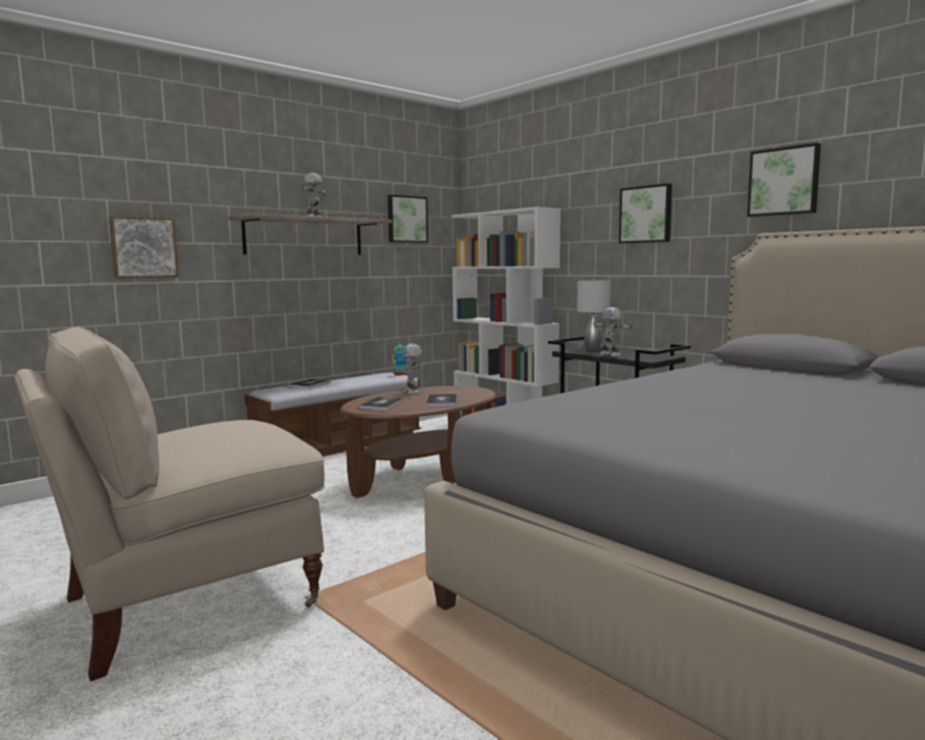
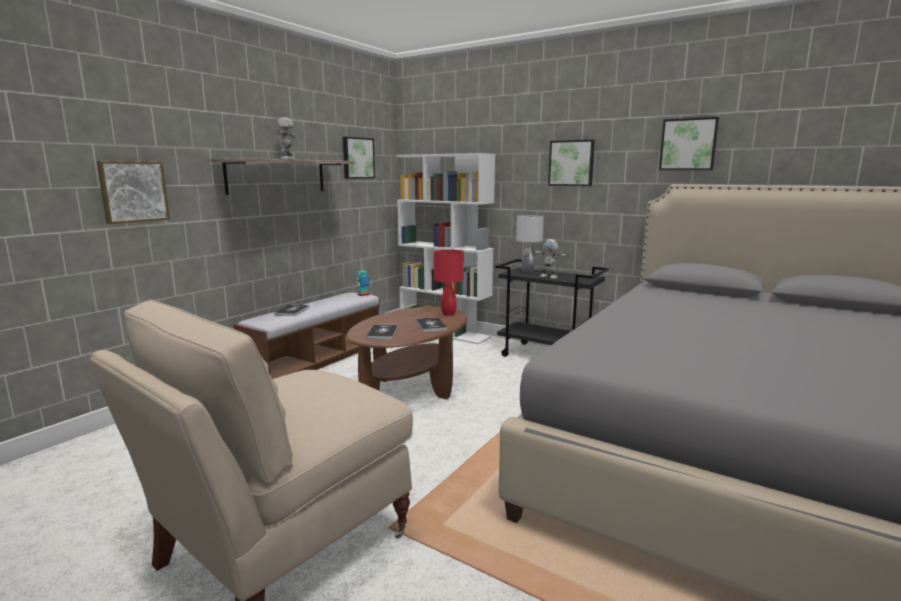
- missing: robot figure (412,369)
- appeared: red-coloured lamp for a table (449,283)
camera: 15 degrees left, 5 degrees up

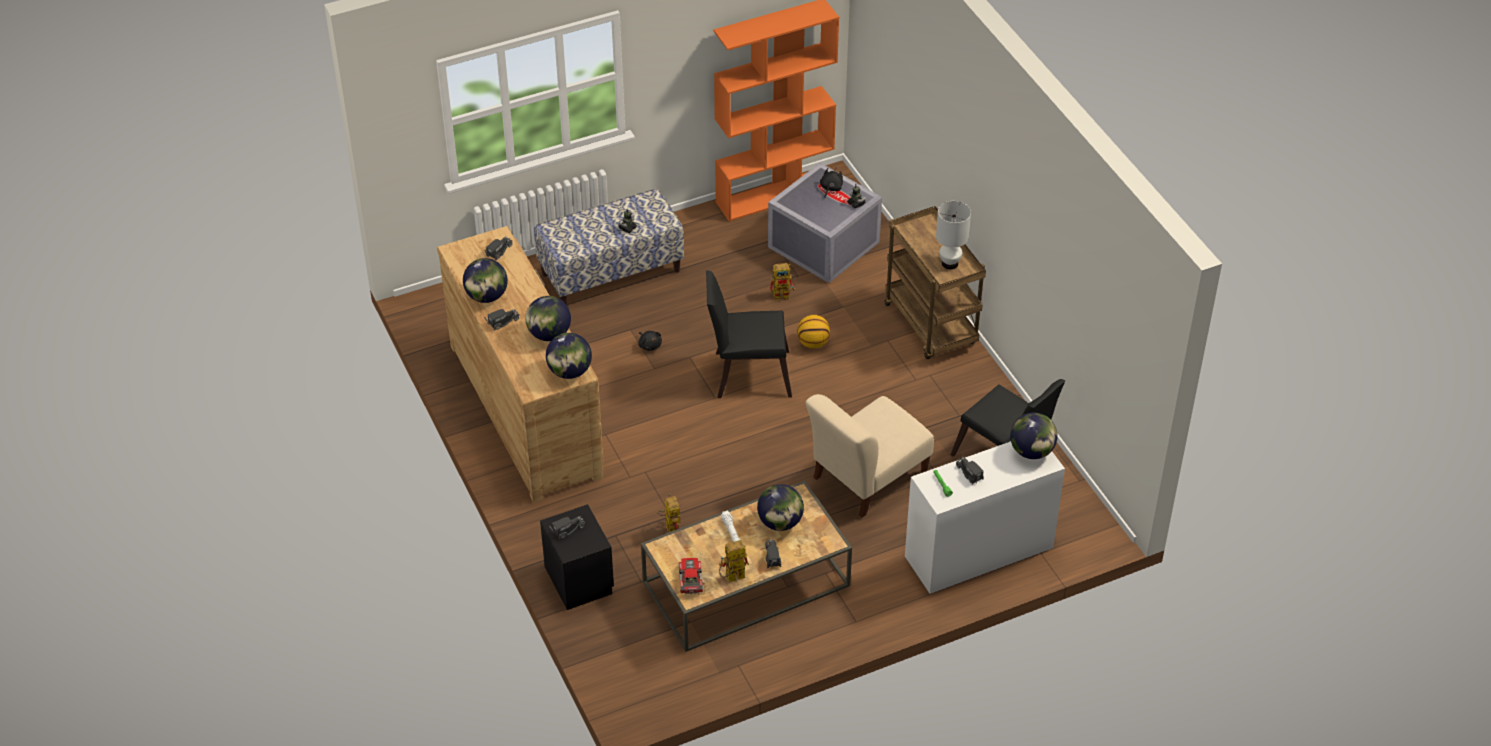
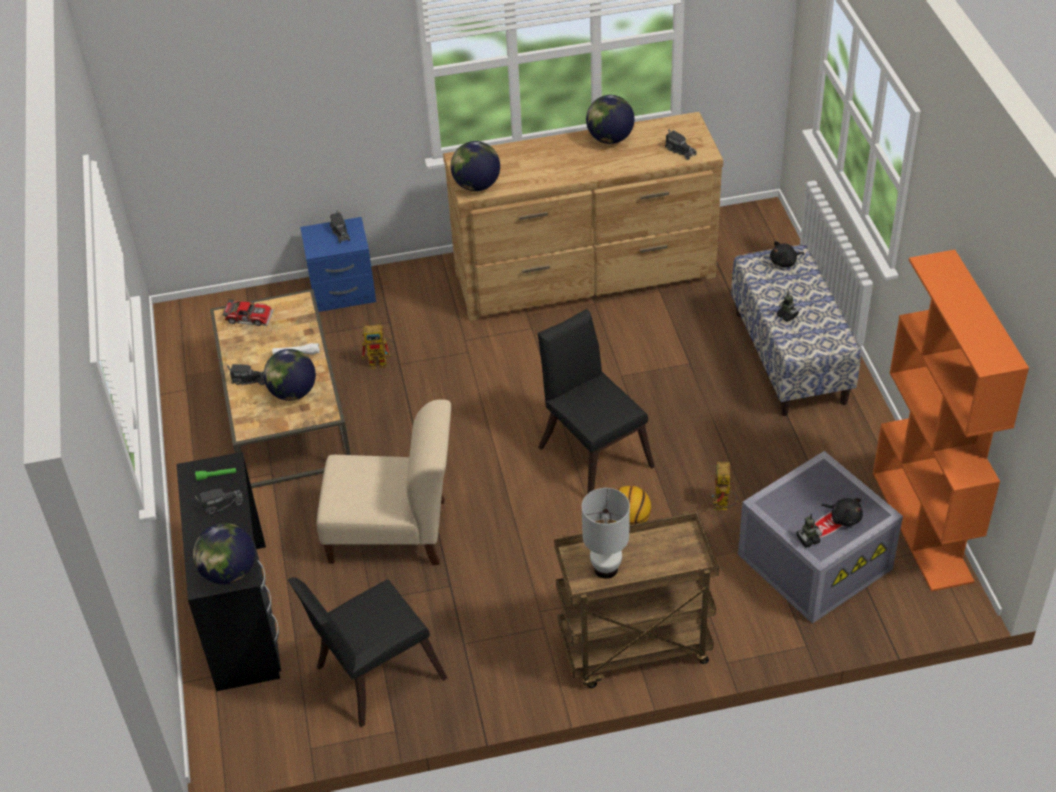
- spun: blackish upright chair (749,334) = (596,401) 45 degrees counterclockwise
- missing: world globe (548,318)
- missing: toy lorry (501,319)
- relocated: blackish plush toy (650,341) to (787,254)
- spun: beige upright chair (870,456) = (384,482) 120 degrees clockwise
- colour: whitish desk table (985,517) to blackish desk table (228,571)
- colour: blackish bedside table (577,557) to blue-coloured bedside table (338,264)
- missing: robot figure (734,561)
camera: 105 degrees right, 0 degrees up

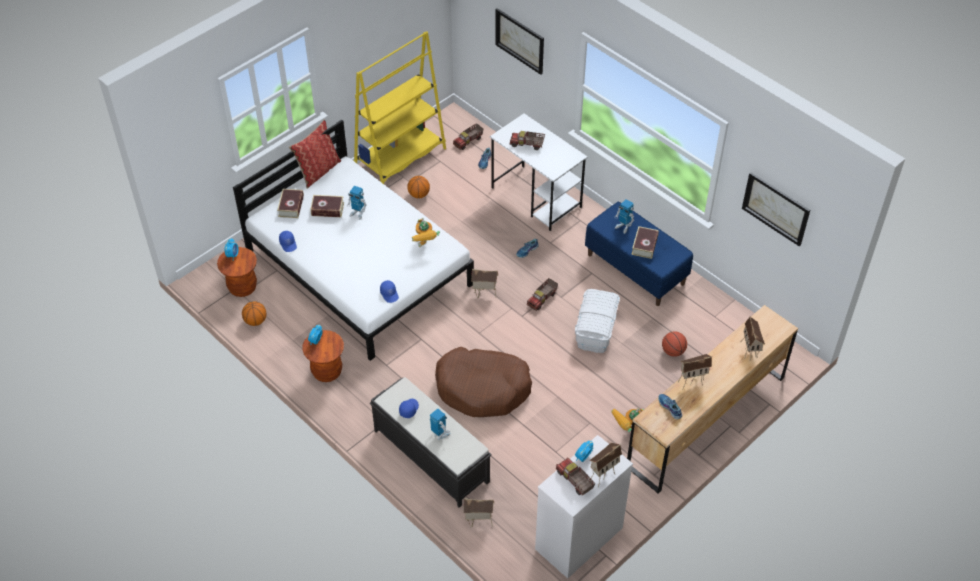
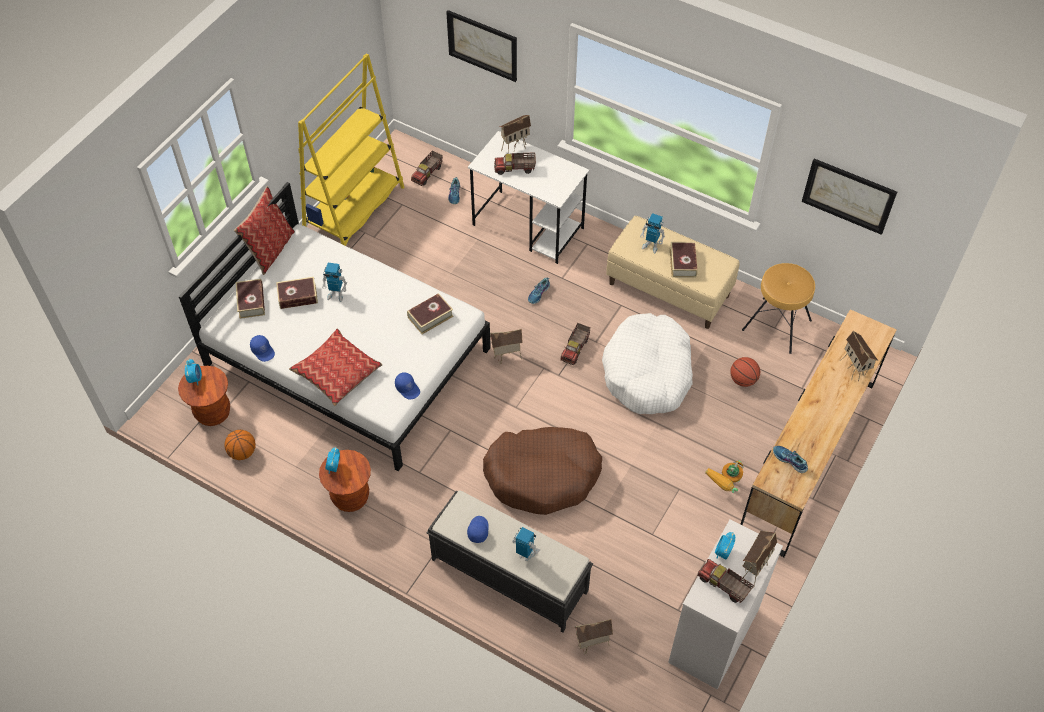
- missing: basketball (418,187)
- colour: blue-coloured long seat (639,254) to beige long seat (673,272)
- exchanged: robot figure (426,232) to book (430,313)
- exchanged: whitish storage bin (597,321) to whitish dog cushion (647,363)
- relocated: toy house (695,371) to (515,133)
- appeared: brown-coloured sitting stool (778,308)
- appeared: cushion (335,367)
camera: 15 degrees left, 5 degrees up

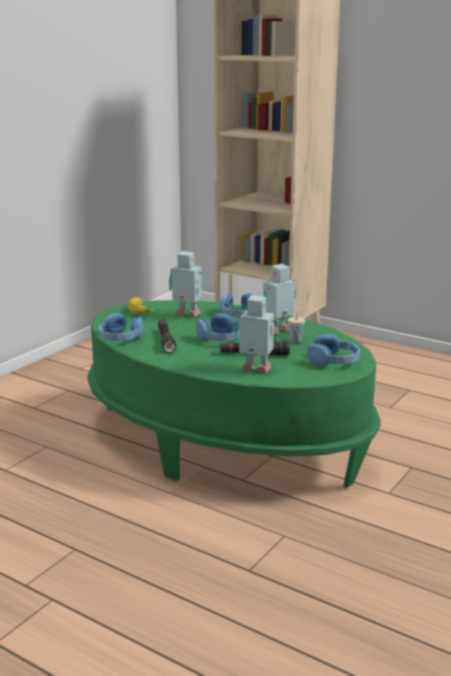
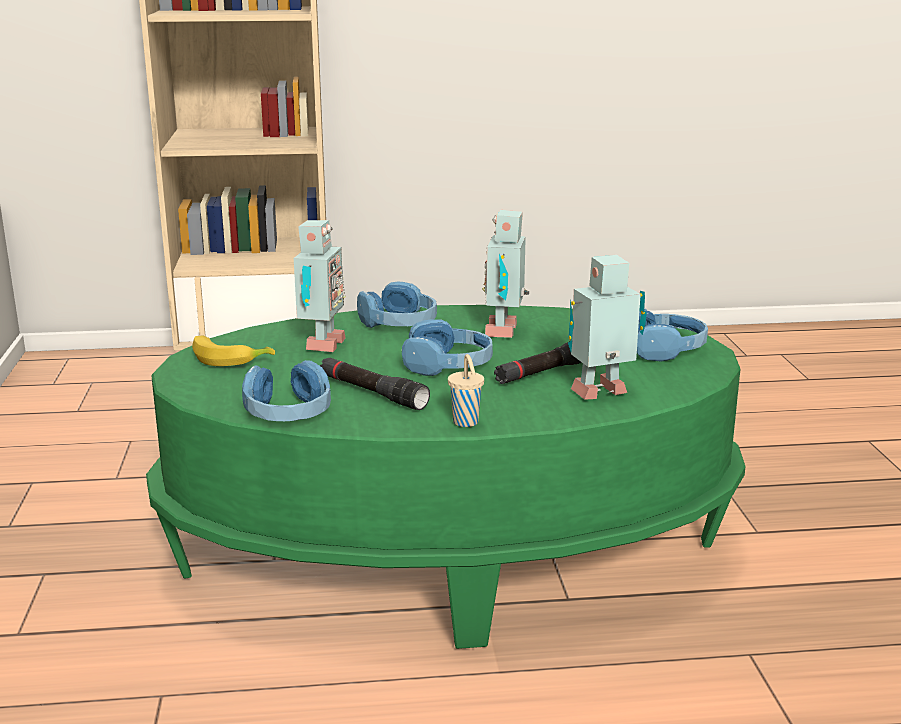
- spun: robot figure (187,284) = (320,286) 120 degrees clockwise
- relocated: beige cup (296,325) to (466,390)
camera: 40 degrees left, 0 degrees up

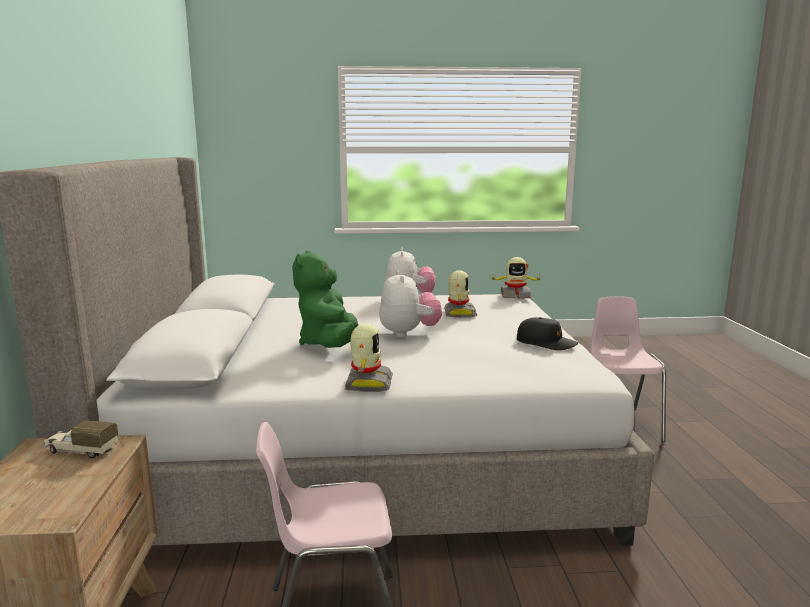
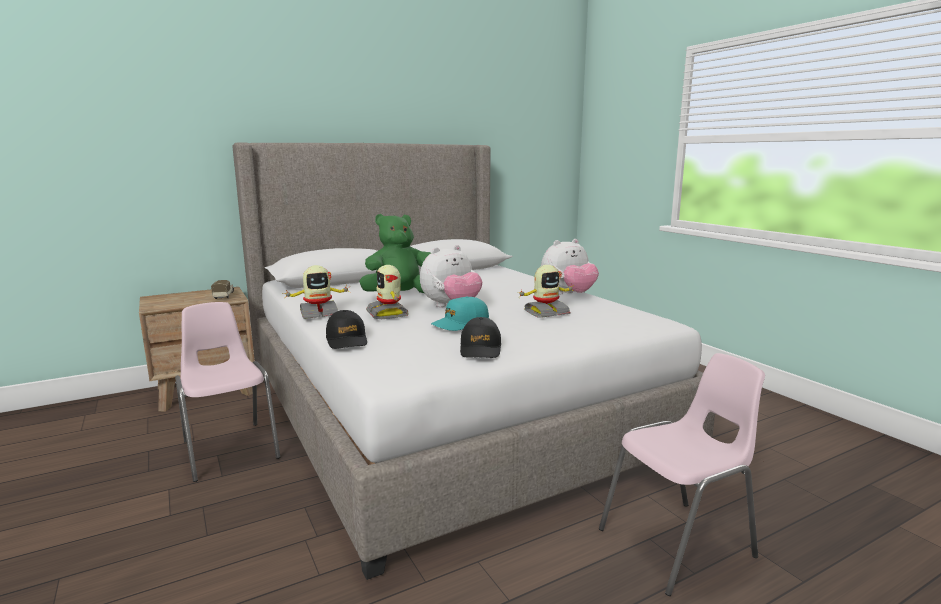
- relocated: robot figure (517,277) to (387,292)
- appeared: turquoise cap (460,313)
- appeared: blackish cap (346,329)
camera: 65 degrees right, 0 degrees up

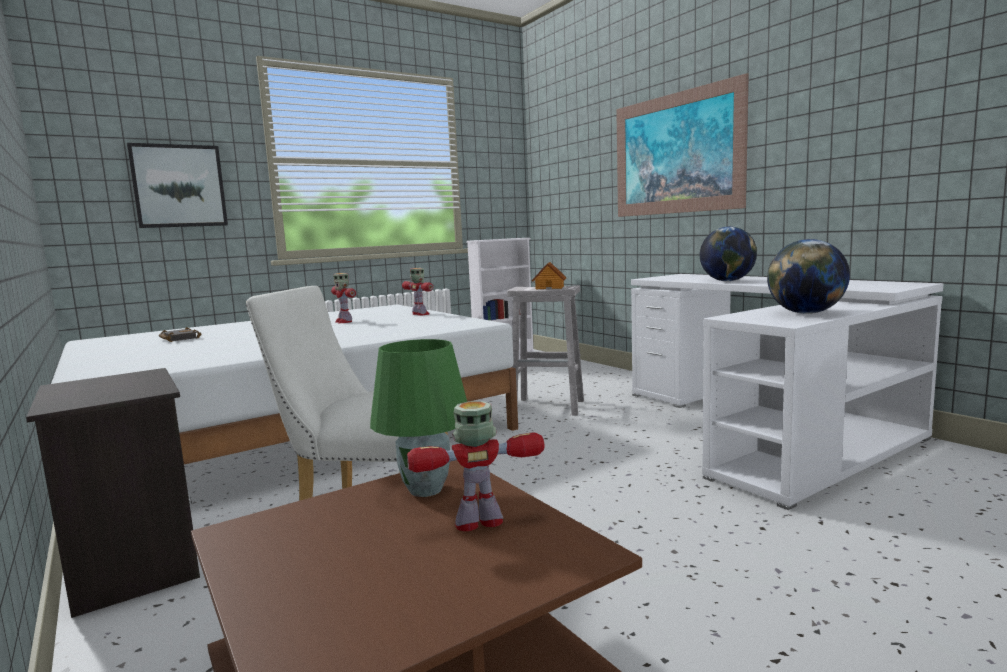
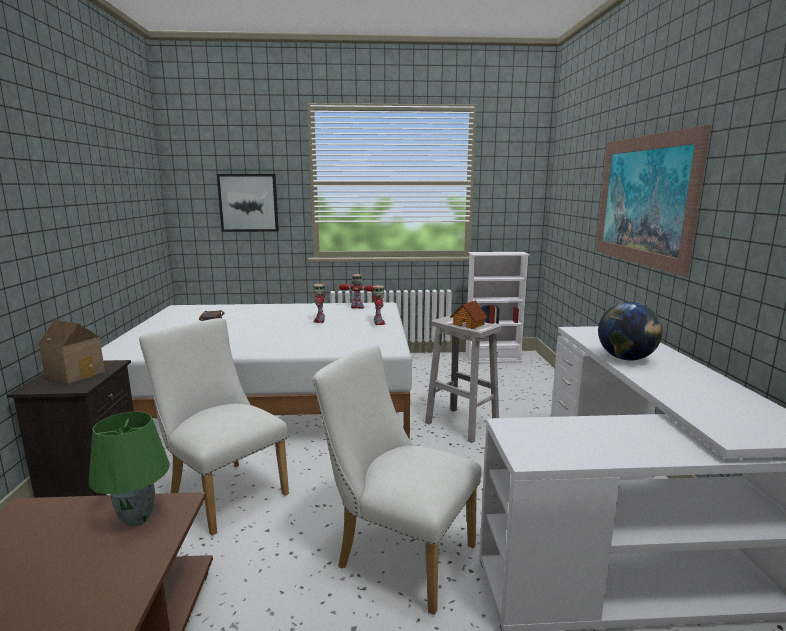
- missing: world globe (808,276)
- relocated: robot figure (476,466) to (356,291)
- appeared: toy house (72,351)
- appeared: whitish upright chair (397,480)
camera: 30 degrees right, 5 degrees up

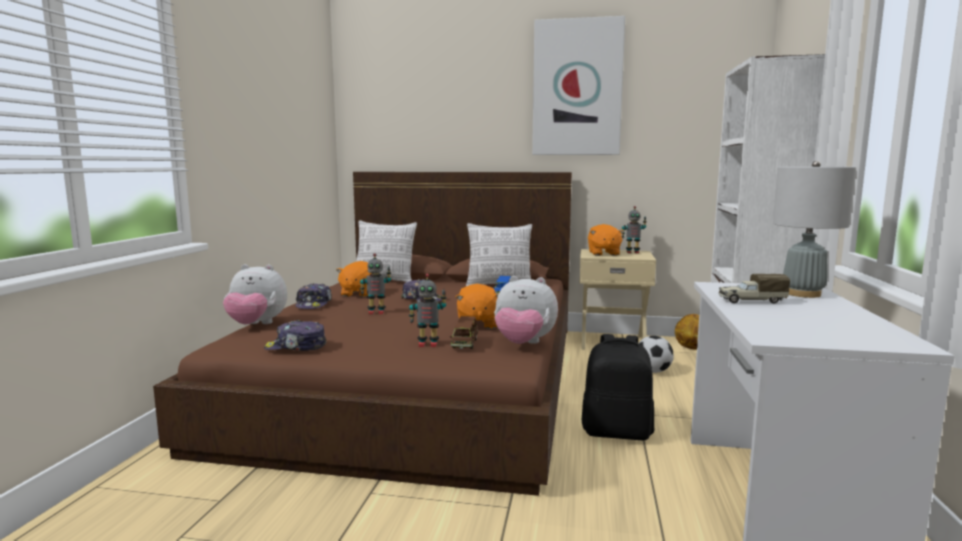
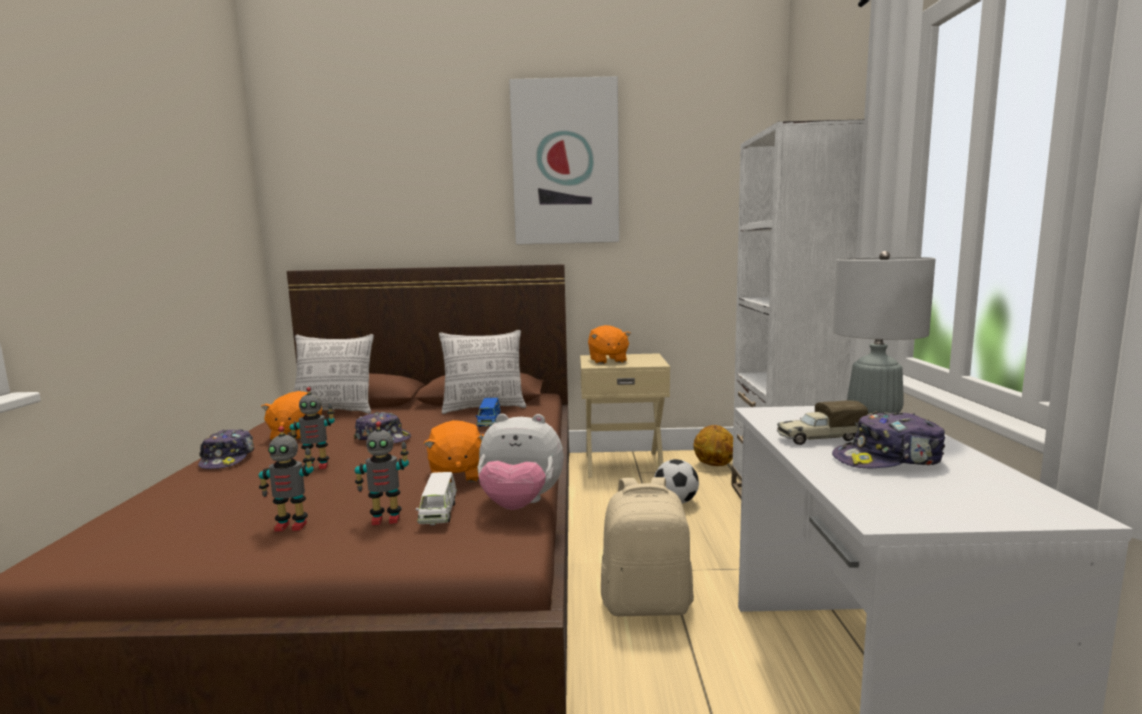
- relocated: robot figure (634,229) to (286,479)
- missing: plush toy (255,294)
- colour: brown-coloured toy car (464,332) to whitish toy car (436,499)
- relocated: cap (295,335) to (888,440)
- colour: blackish rucksack (618,387) to beige rucksack (647,546)
camera: 10 degrees left, 0 degrees up

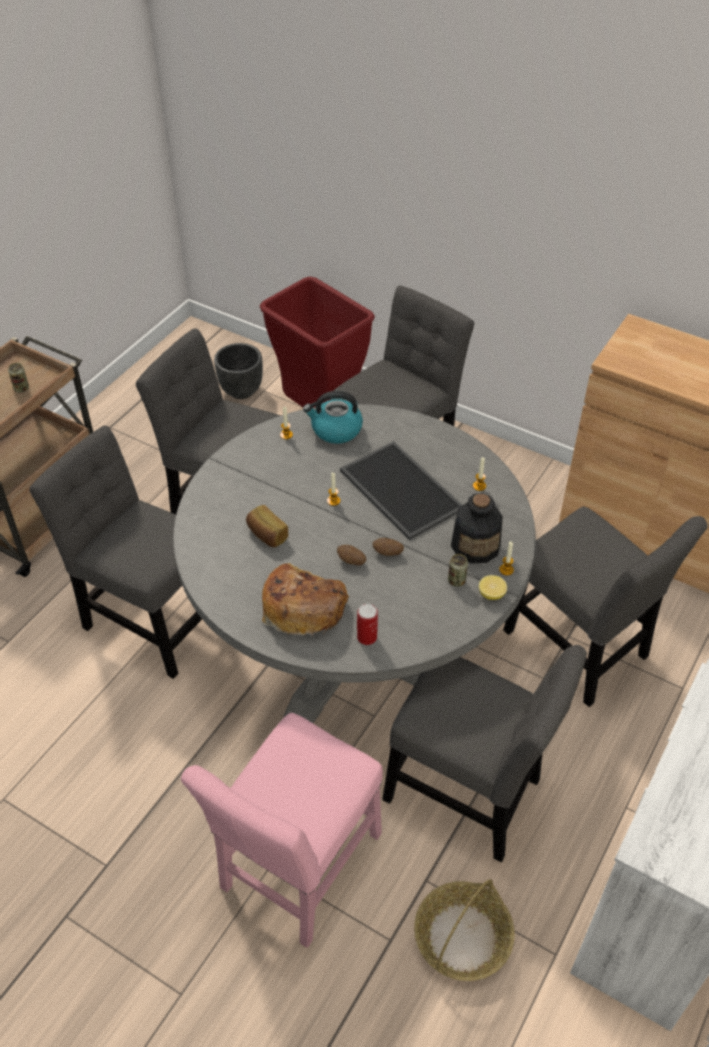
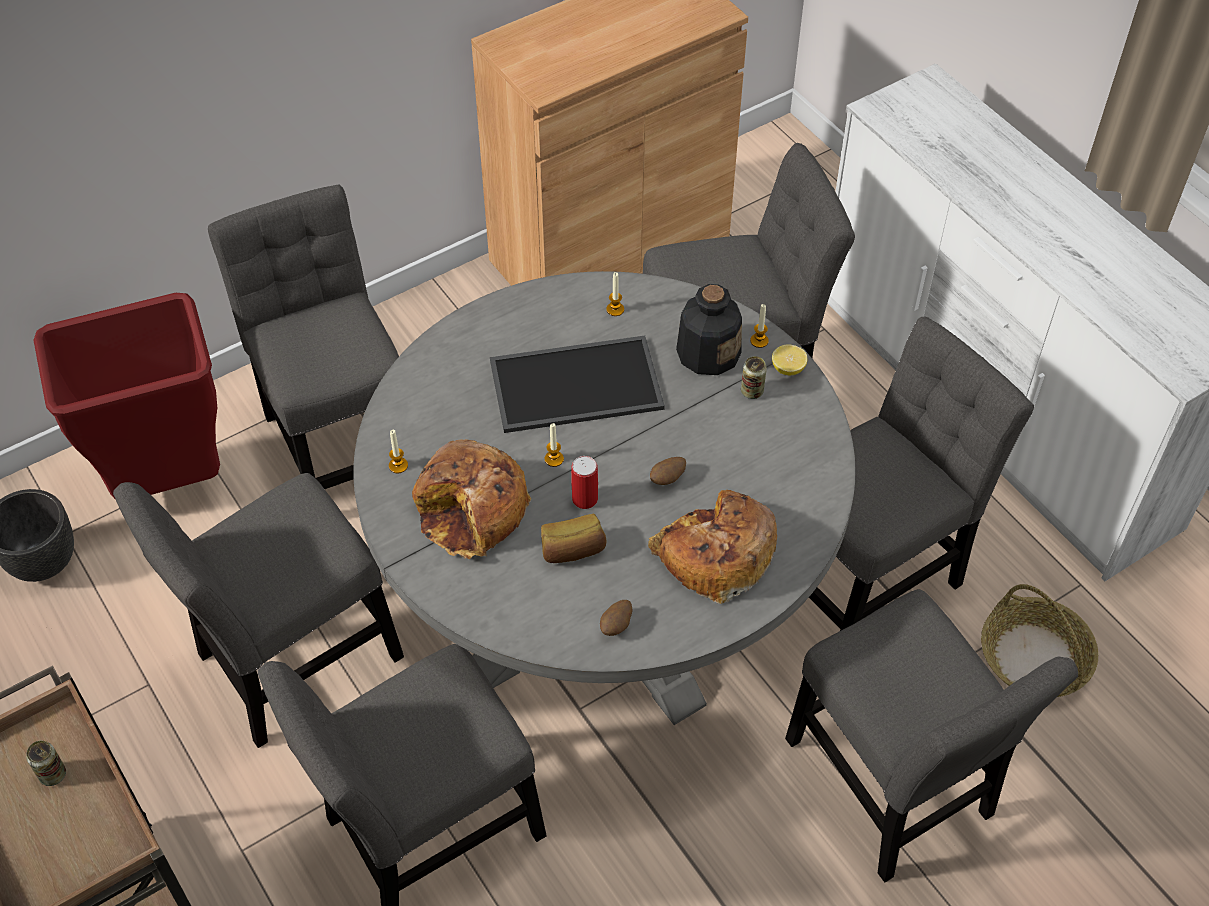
- missing: water kettle (333,417)
- relocated: spud (388,547) to (616,618)
- relocated: sealed can (367,624) to (584,482)
- colour: pink-coloured upright chair (282,830) to greyish upright chair (931,735)
- appeared: bakery bread (471,499)
camera: 65 degrees left, 5 degrees up

